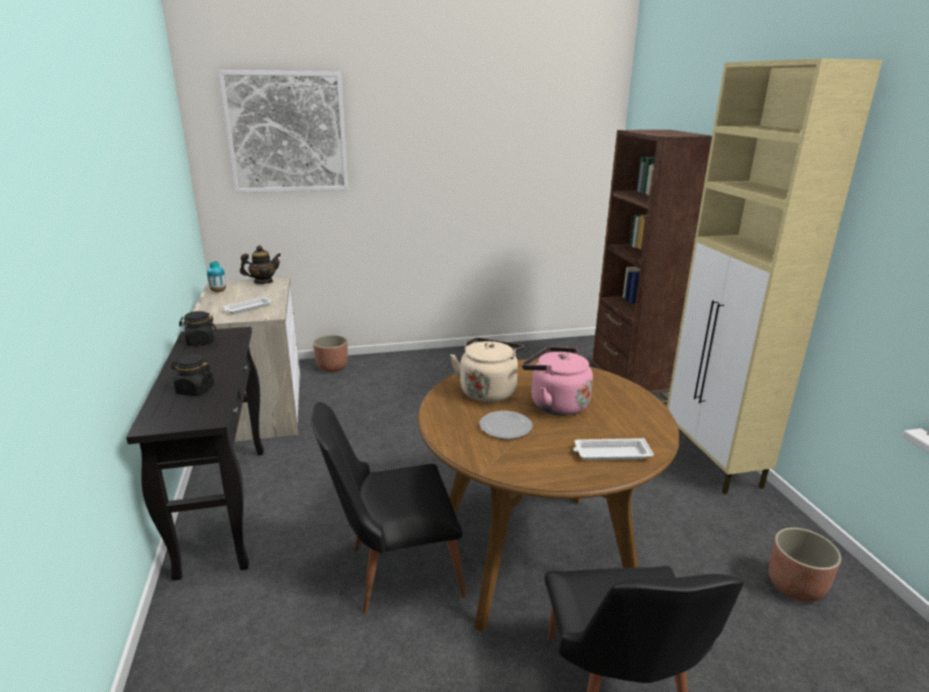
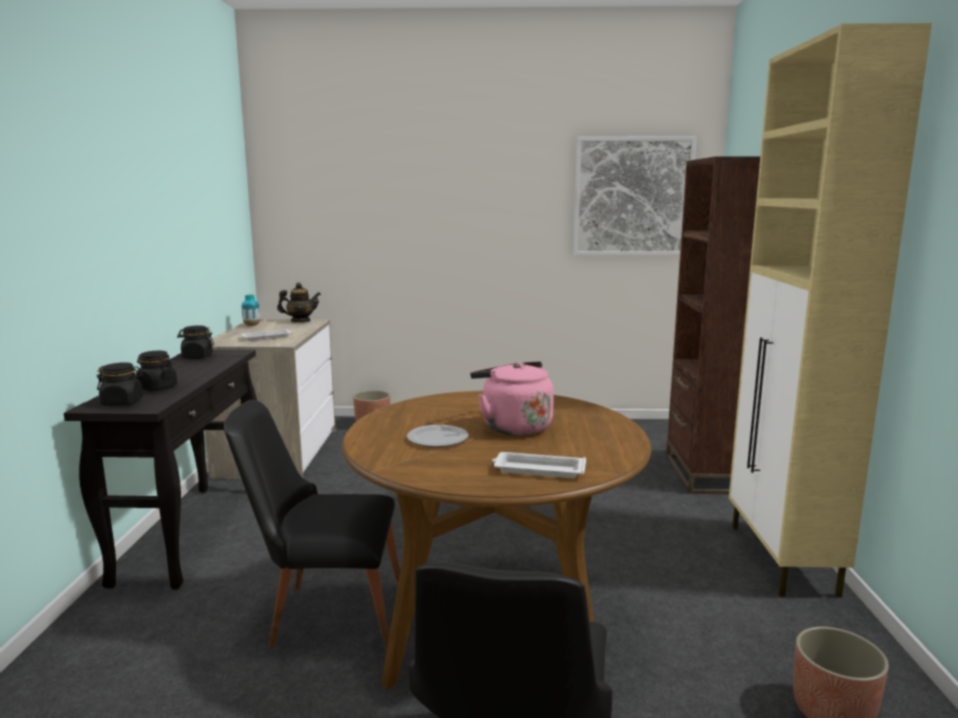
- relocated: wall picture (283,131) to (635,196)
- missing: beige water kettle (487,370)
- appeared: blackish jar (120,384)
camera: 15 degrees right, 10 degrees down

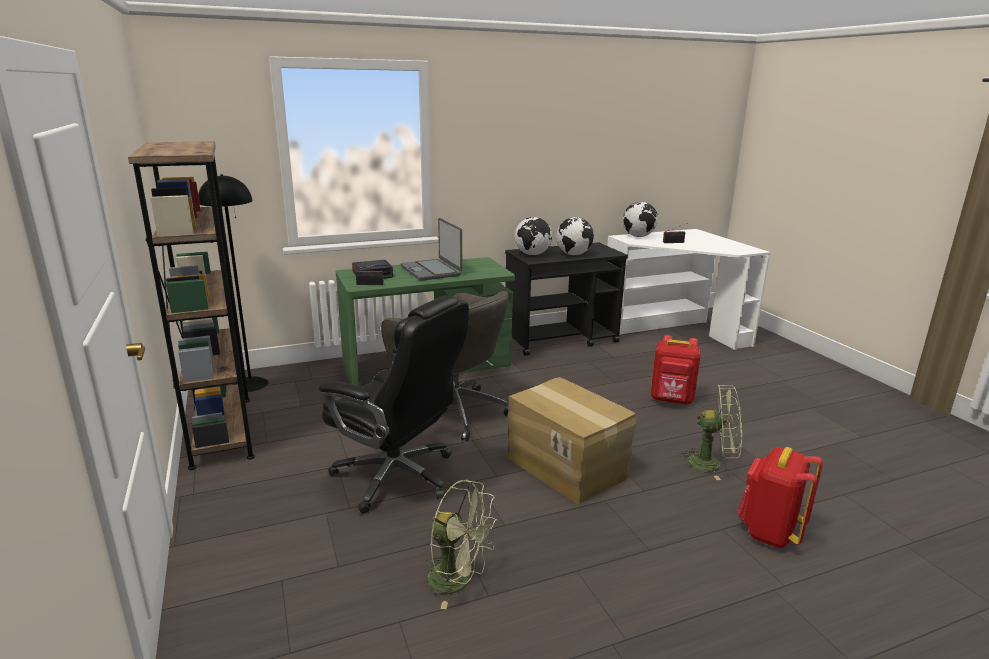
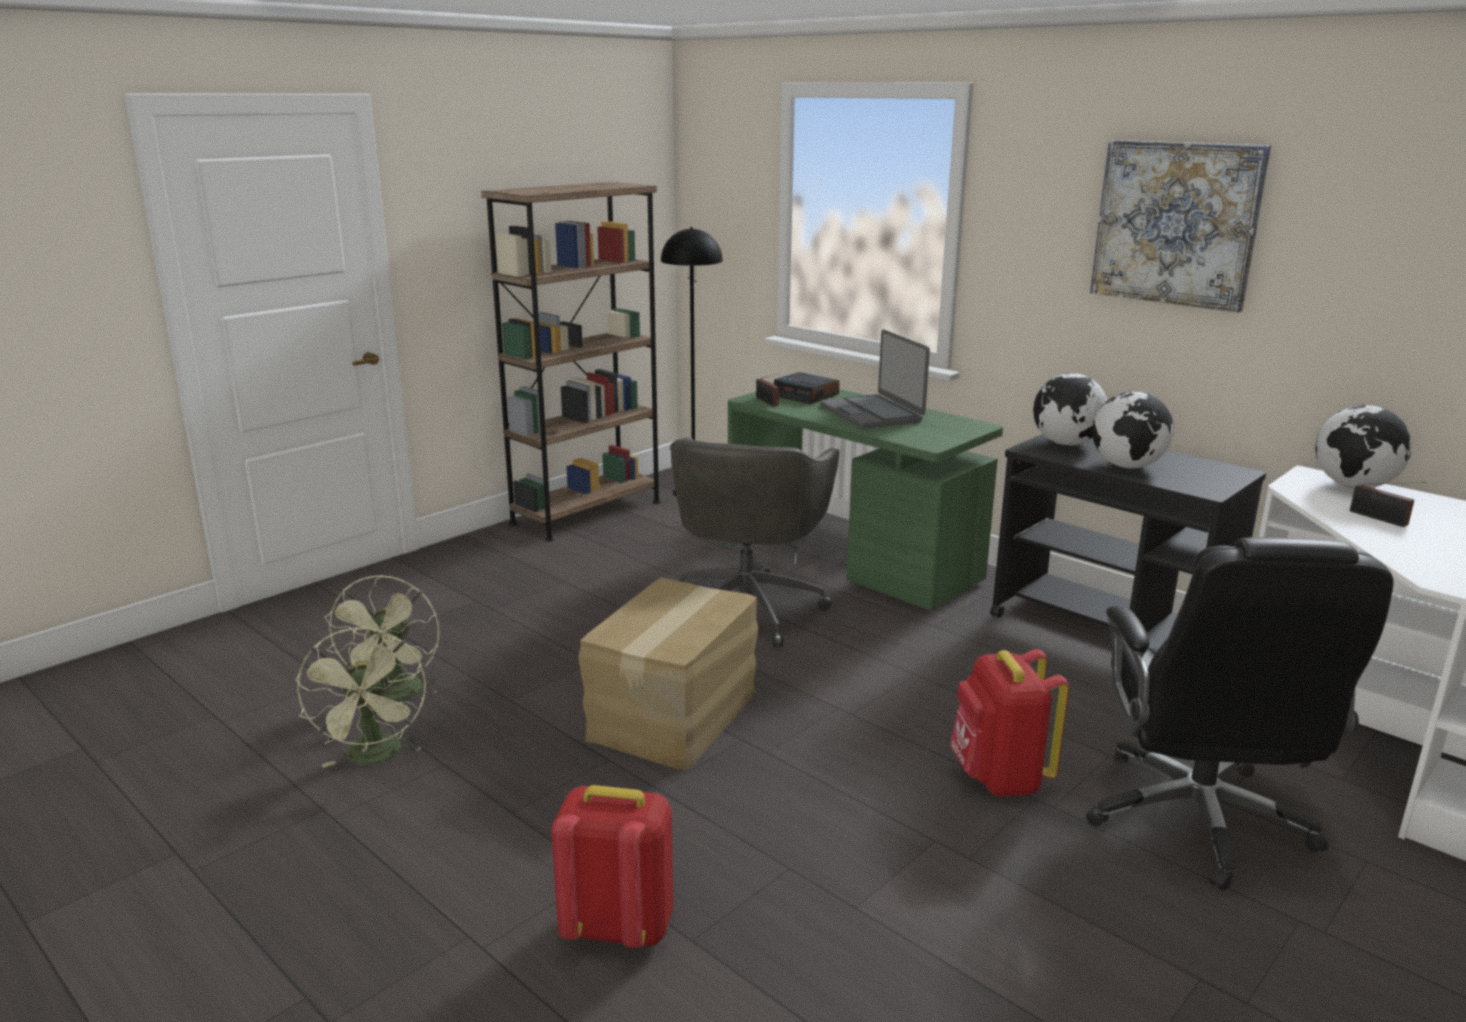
- spun: notebook computer (431,249) = (875,379) 60 degrees counterclockwise
- relocated: blackish office chair (394,404) to (1240,714)
- relocated: green-coloured fan (710,432) to (360,697)
- appeared: wall picture (1180,226)
camera: 65 degrees right, 0 degrees up

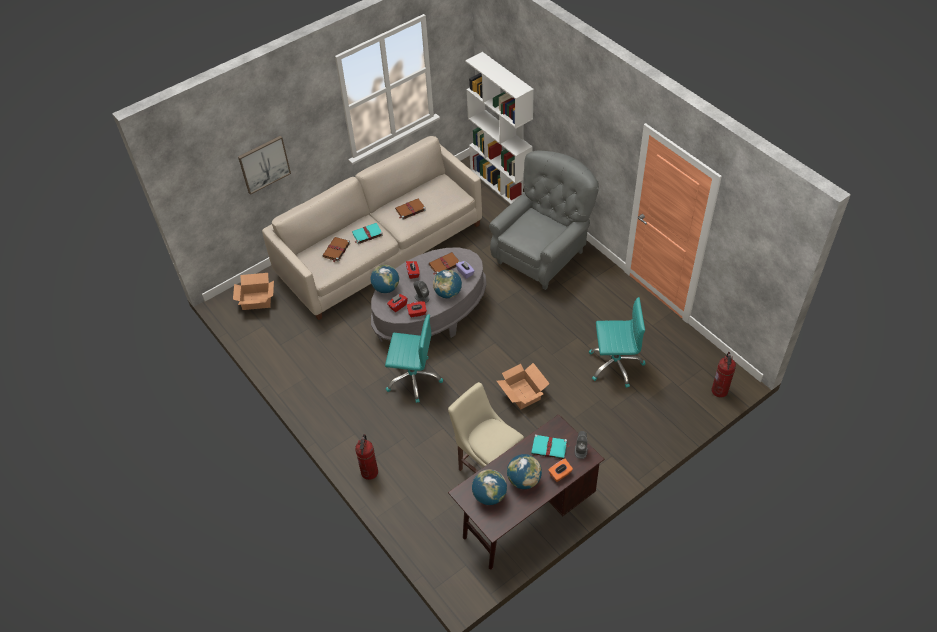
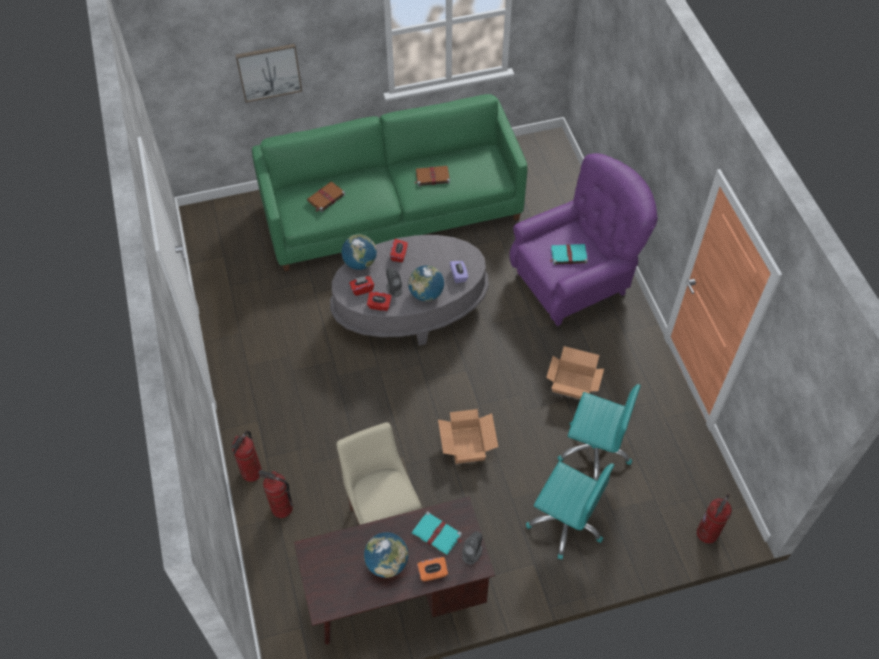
- missing: whitish bookcase (499,128)
- colour: beige couch (372,228) to green-coloured couch (389,182)
- colour: greyish lounge chair (544,220) to purplish lounge chair (583,239)
- relocated: turquoise book (367,233) to (569,254)
- missing: brown-coloured book (444,263)
- relocated: carton (253,291) to (575,372)
- relocated: turquoise office chair (414,358) to (570,510)
- missing: world globe (489,487)
- appeared: fire extinguisher (275,494)
camera: 20 degrees right, 5 degrees up

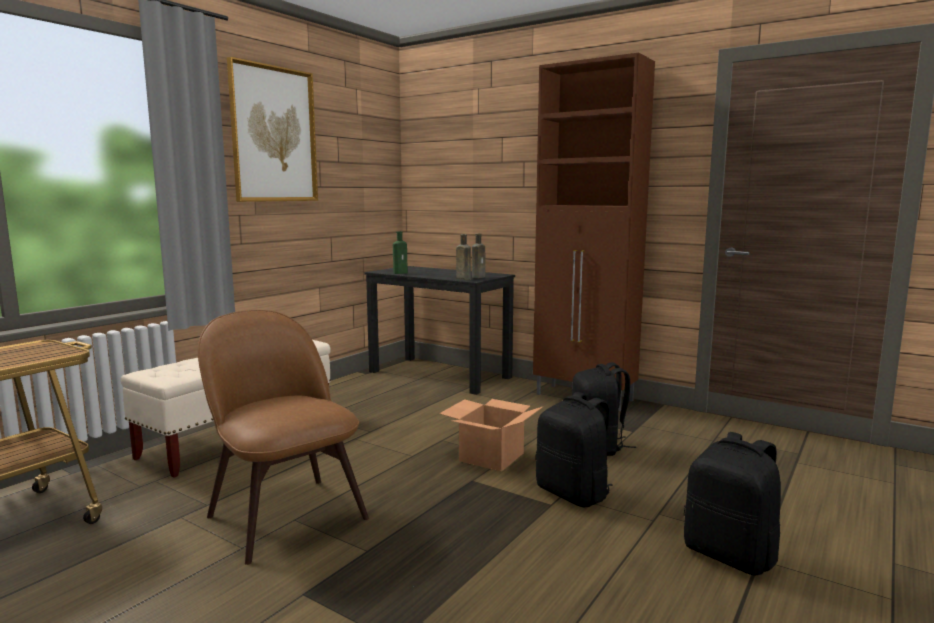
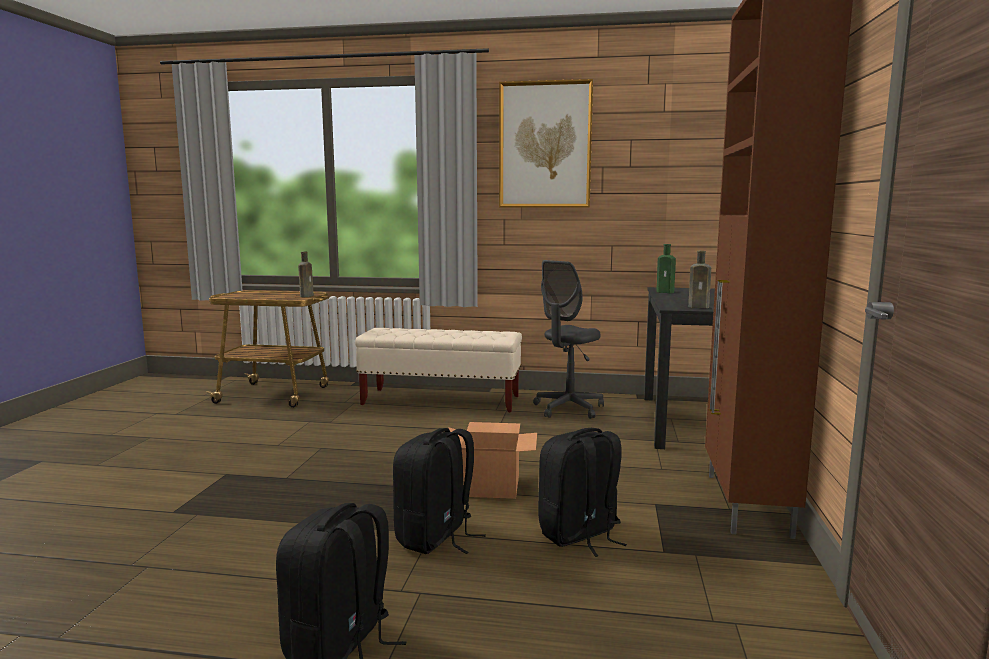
- relocated: brown-coloured bottle (463,257) to (306,274)
- missing: brown-coloured upright chair (283,437)
- appeared: greyish office chair (568,339)
camera: 65 degrees right, 0 degrees up

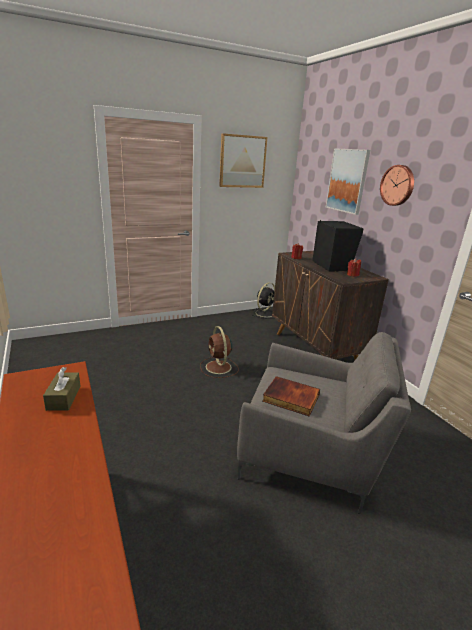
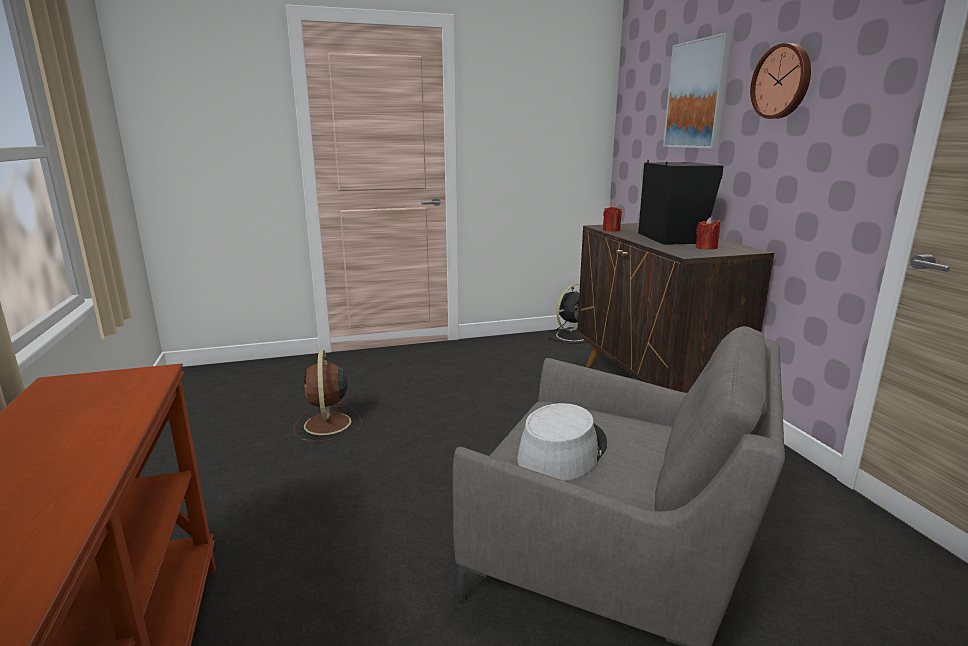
- missing: wall picture (243,160)
- relocated: brown-coloured fan (219,352) to (327,395)
- missing: brown-coloured box of tissues (62,389)
- exchanged: book (291,396) to greyish hat (562,442)
camera: 10 degrees right, 5 degrees down

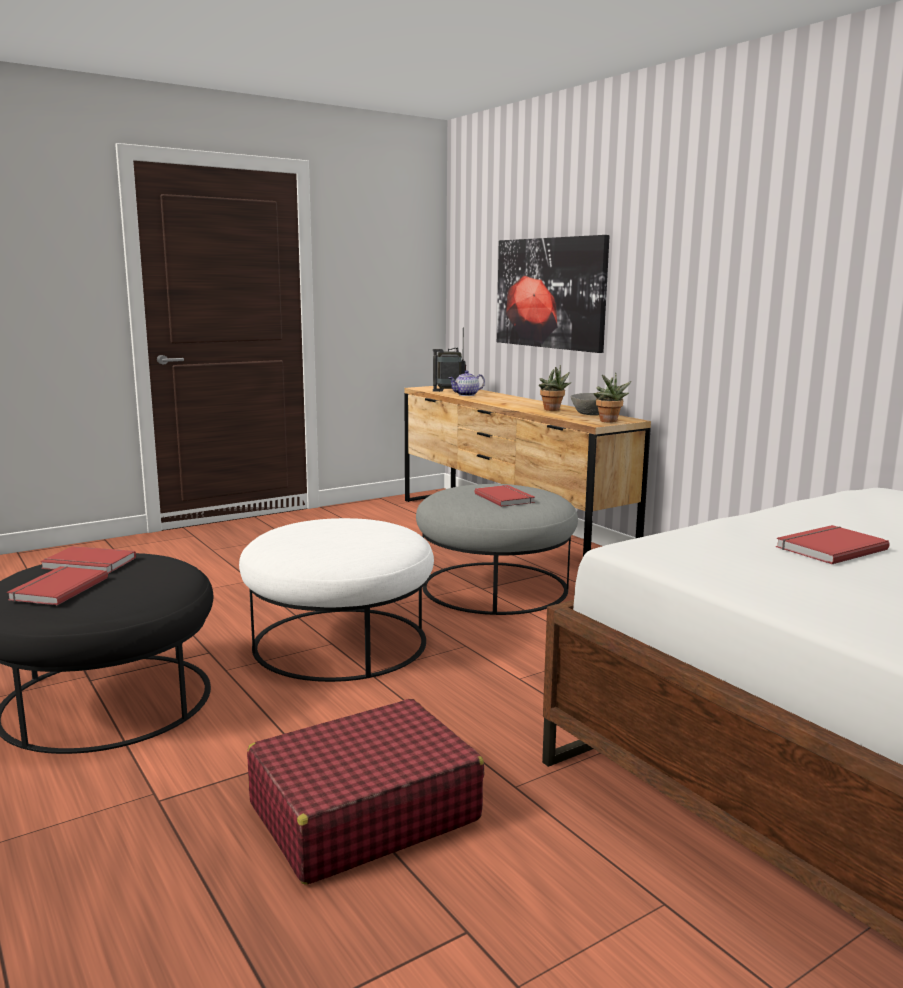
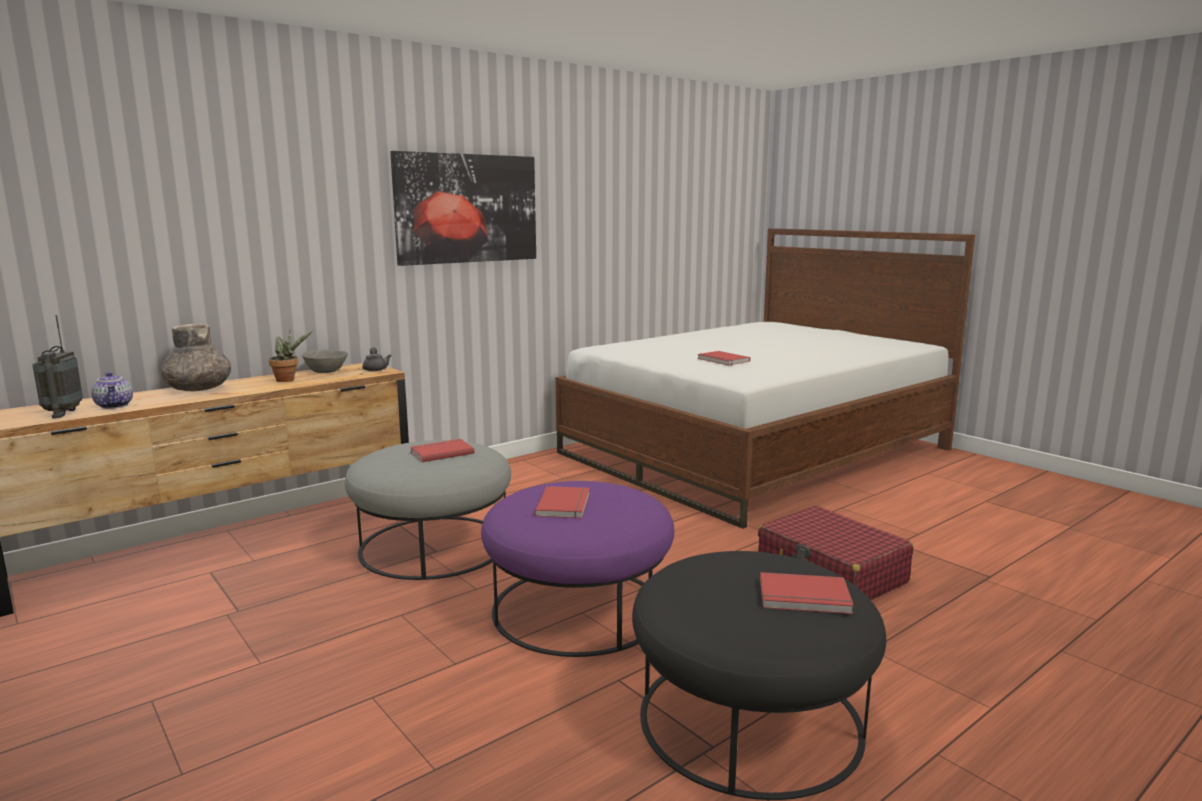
- relocated: wall picture (553,294) to (463,208)
- exchanged: potted plant (612,398) to greyish pot for tea (377,359)
- colour: whitish pouffe (336,600) to purplish pouffe (577,569)
- relocated: red-coloured book (88,560) to (562,502)
- appeared: greyish flower vase (196,357)
camera: 95 degrees left, 0 degrees up

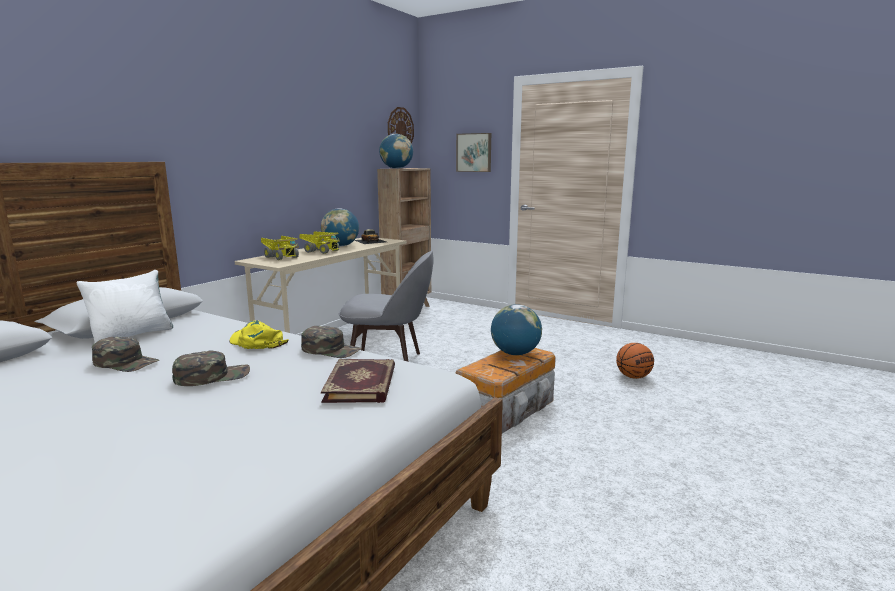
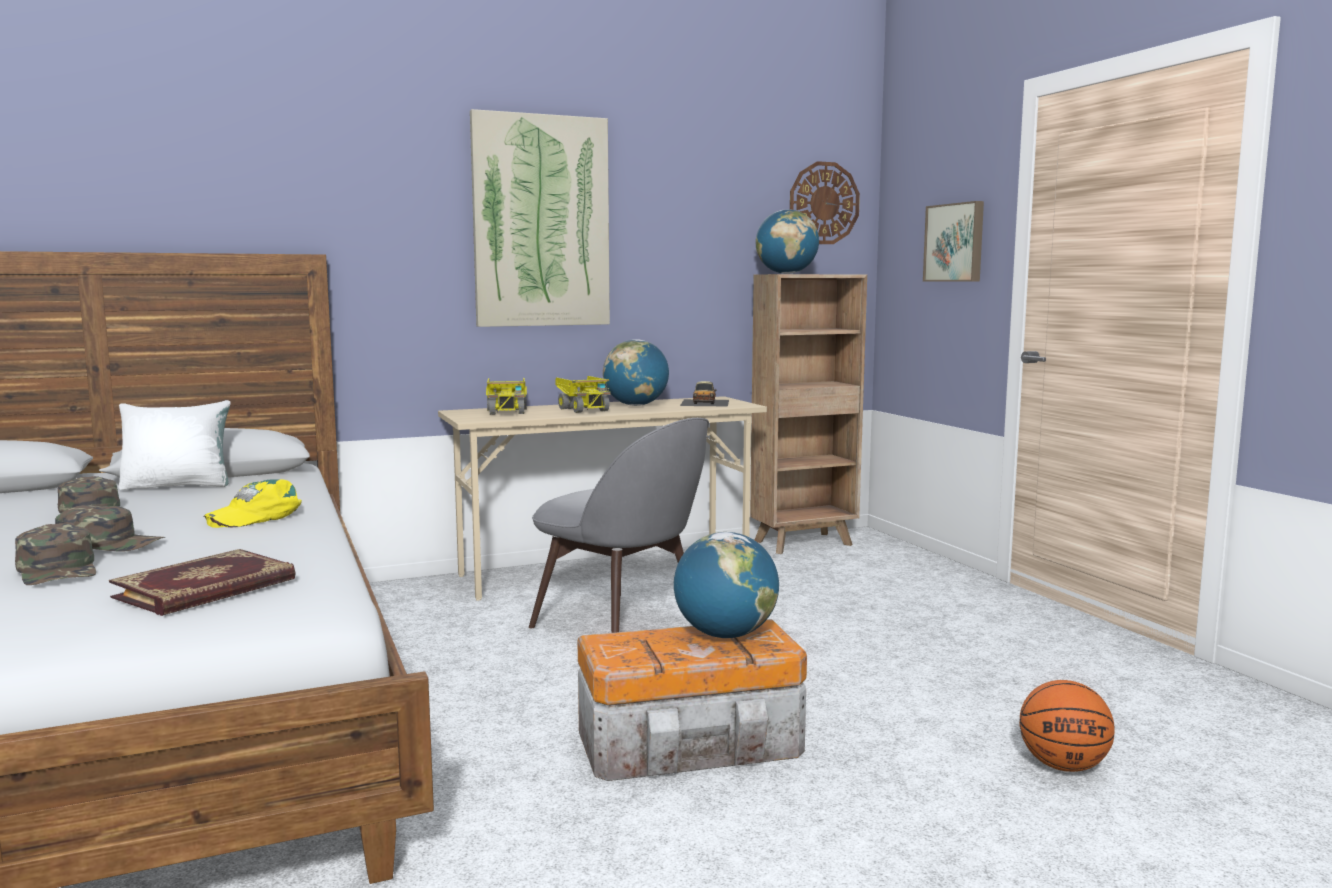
- spun: yellow-coloured cap (259,334) = (253,503) 120 degrees counterclockwise
- relocated: green-coloured cap (331,342) to (55,554)
- appeared: wall picture (540,218)
camera: 35 degrees right, 5 degrees down

